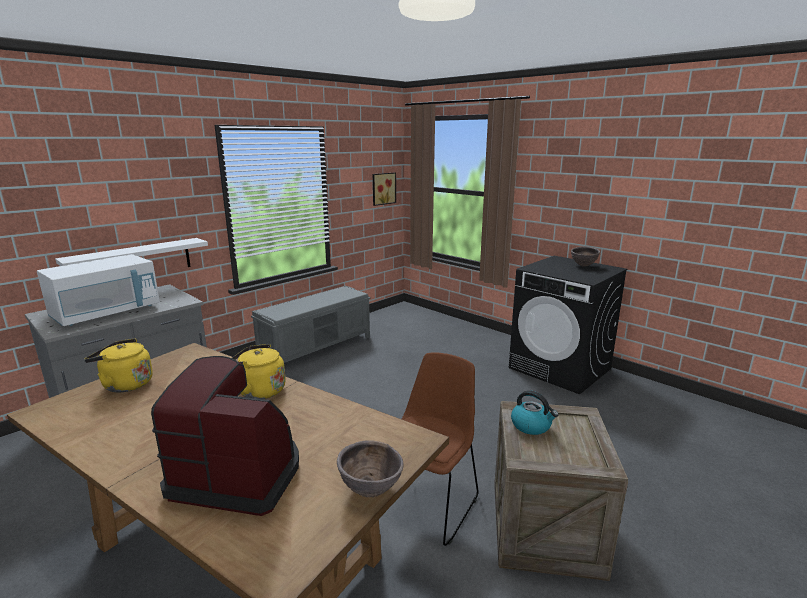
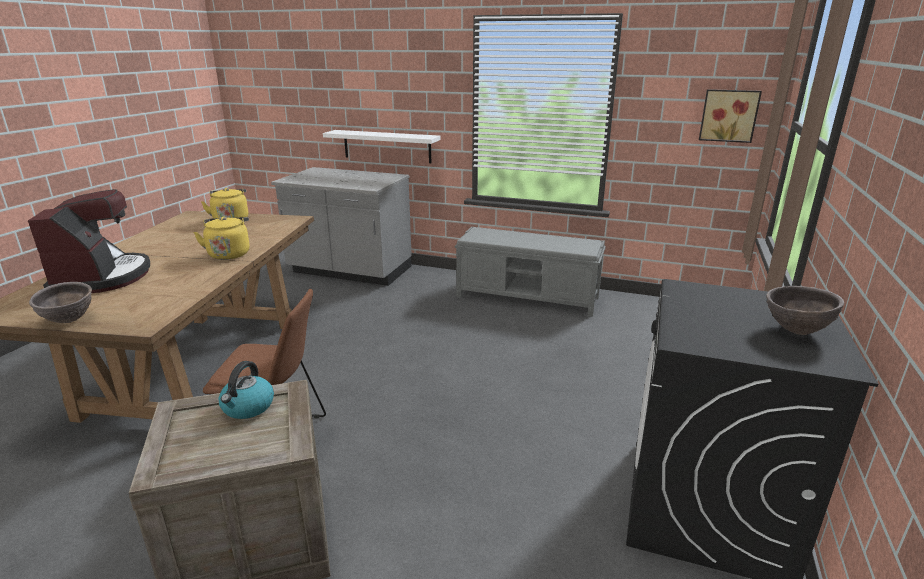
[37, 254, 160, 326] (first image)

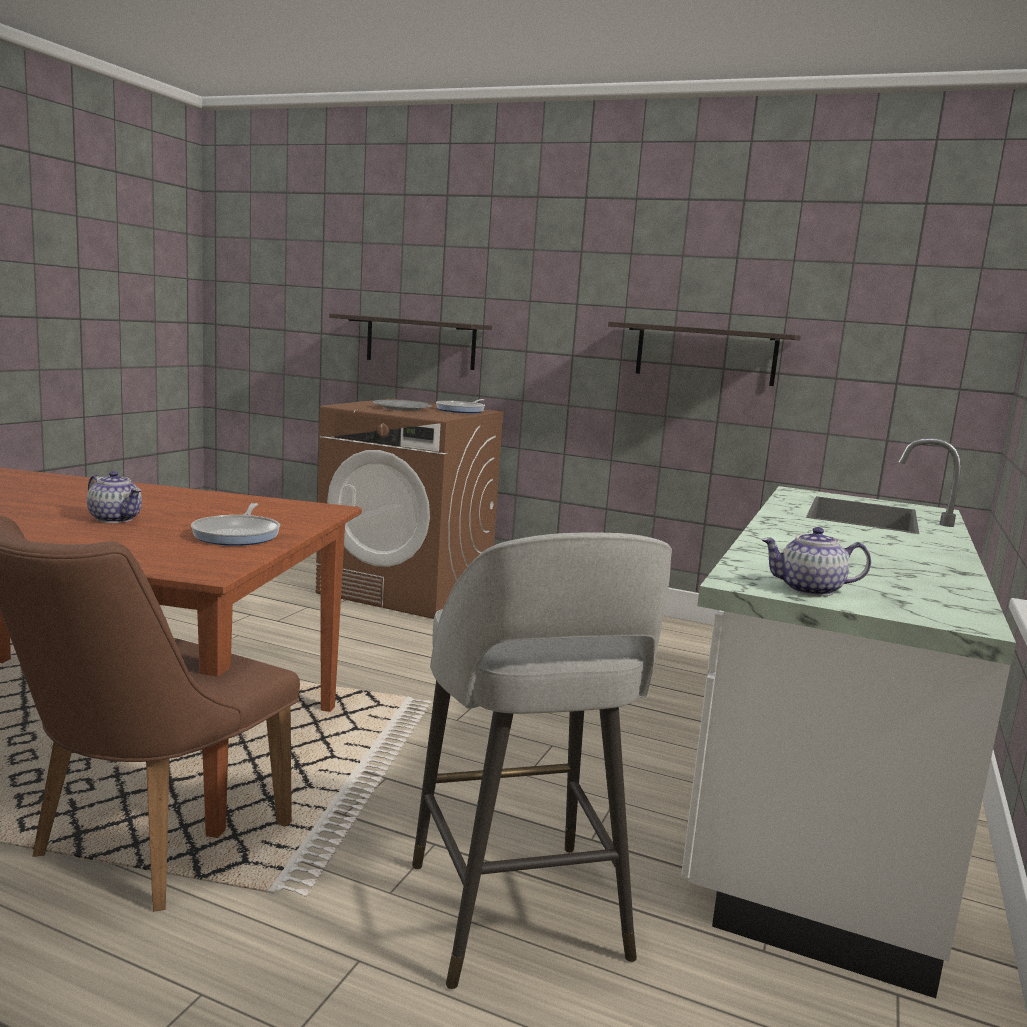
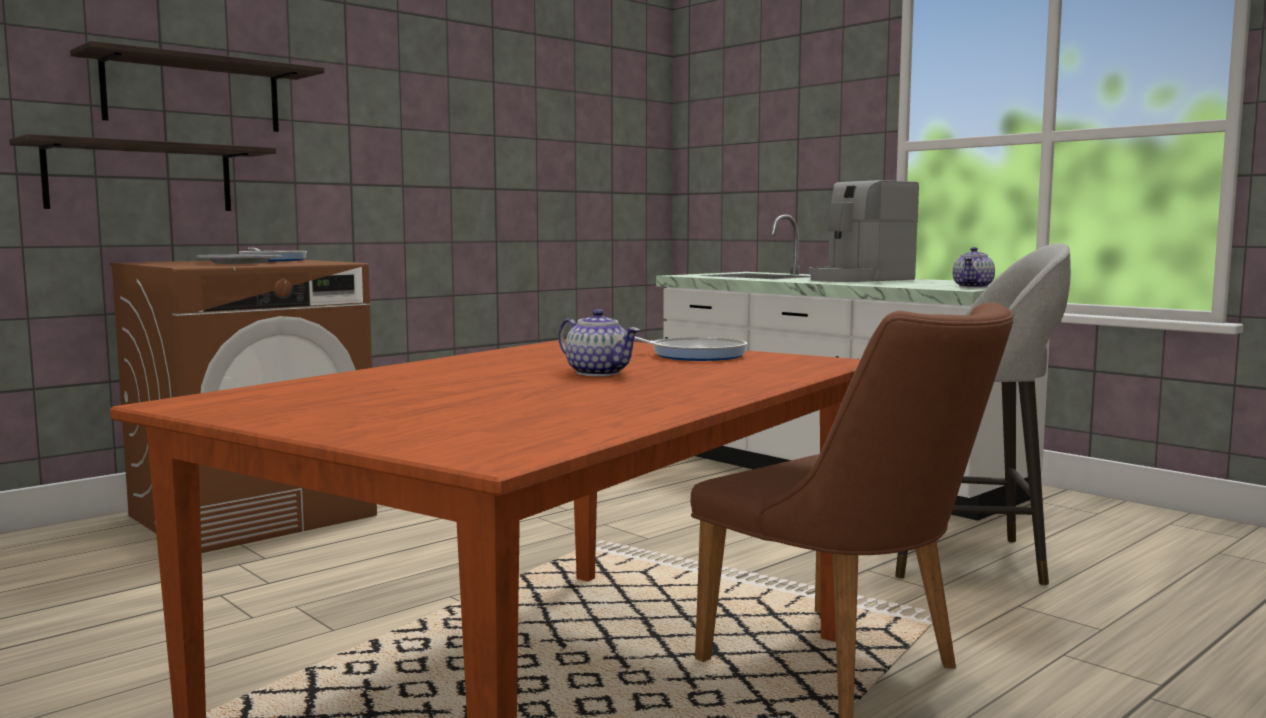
[70, 41, 324, 132]
[558, 309, 640, 376]
[809, 180, 919, 282]

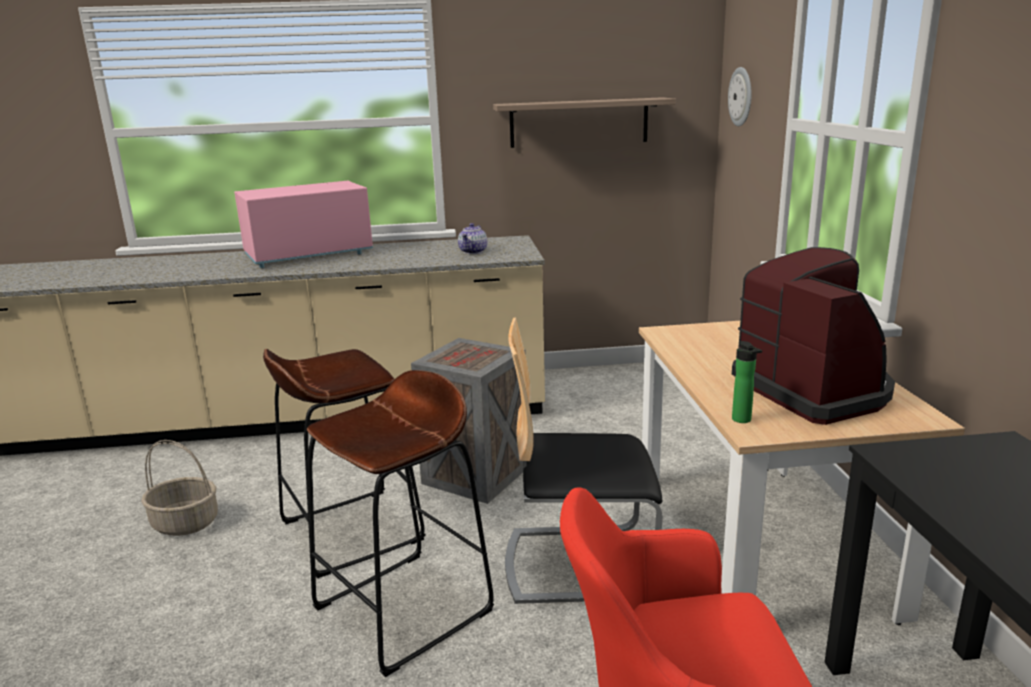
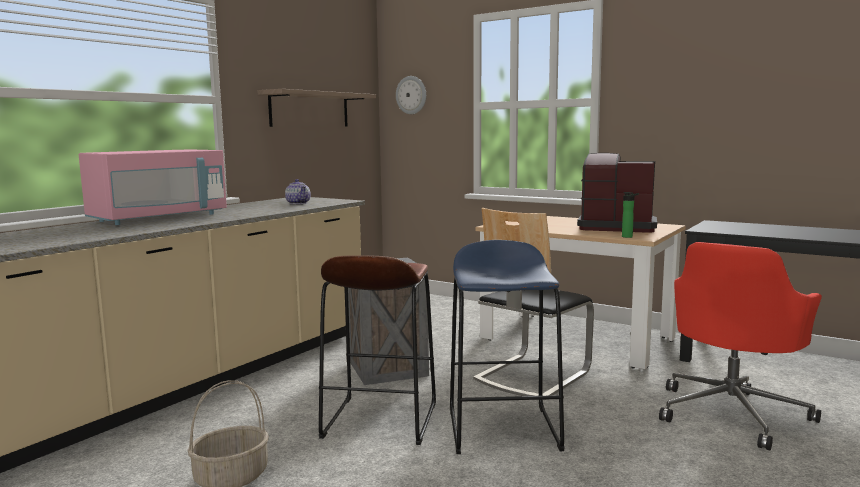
[79, 149, 227, 225]
[450, 240, 565, 454]

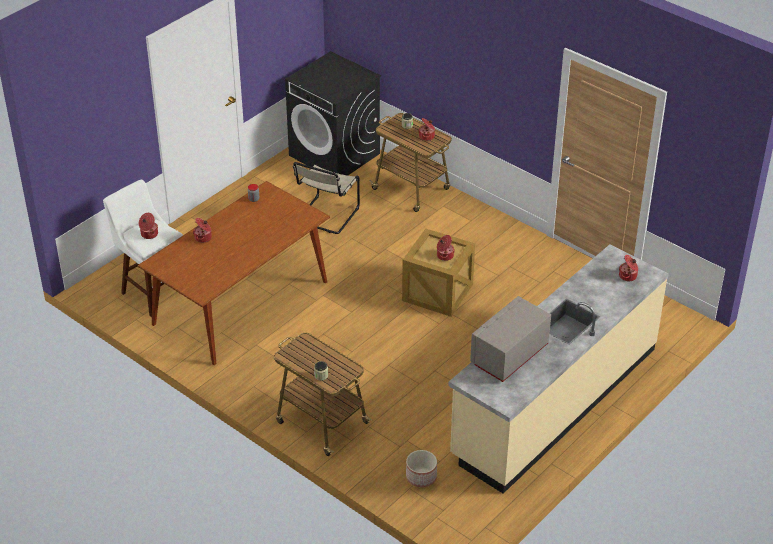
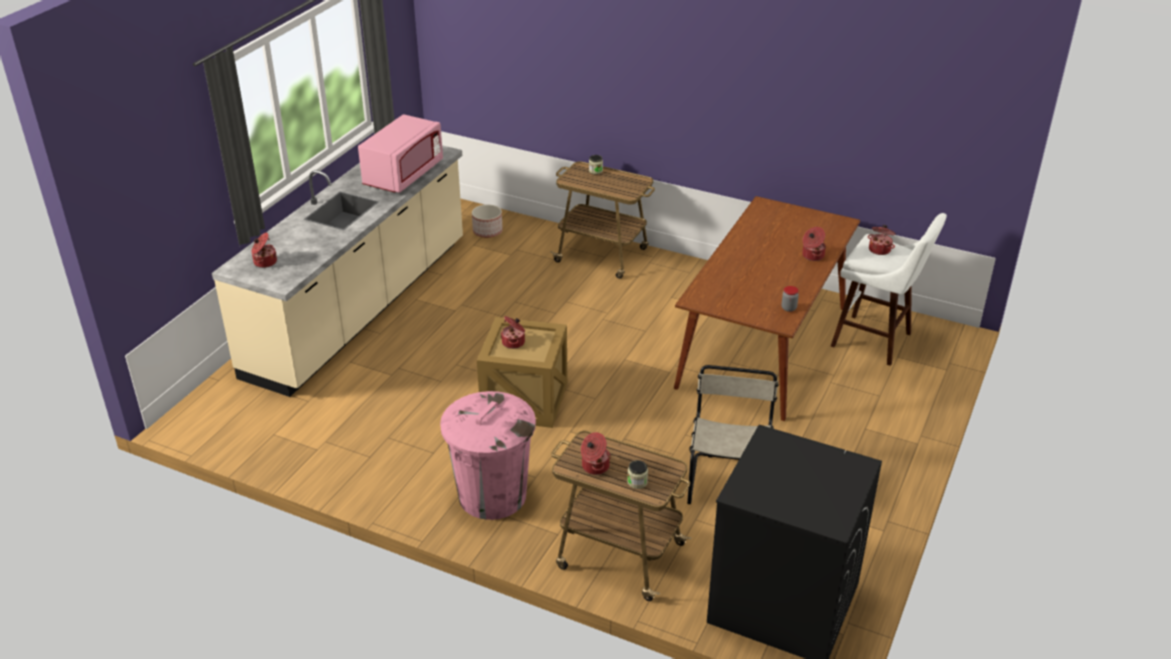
[358, 114, 443, 193]
[440, 391, 536, 520]

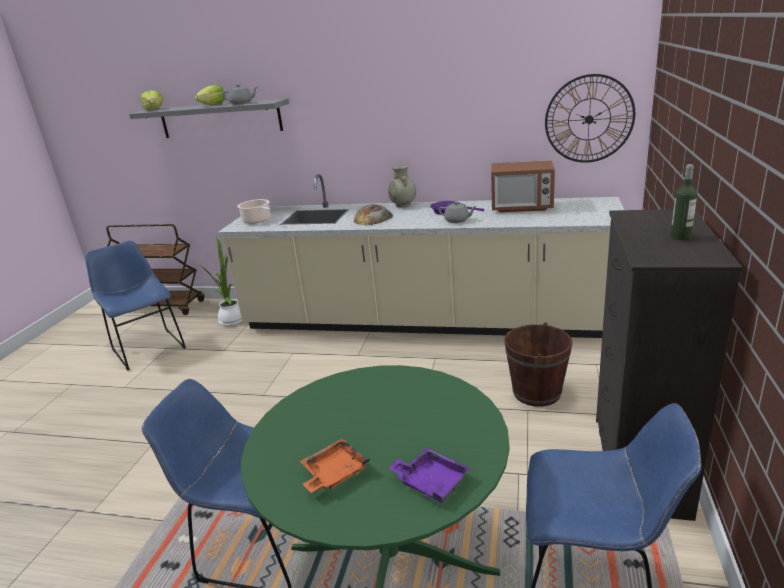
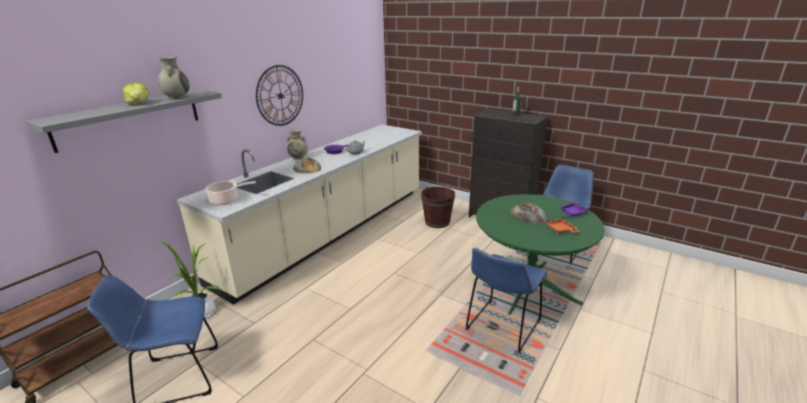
[256, 65, 303, 126]
[158, 57, 190, 100]
[141, 90, 163, 110] (first image)
[491, 160, 555, 212] (first image)
[510, 203, 548, 224]

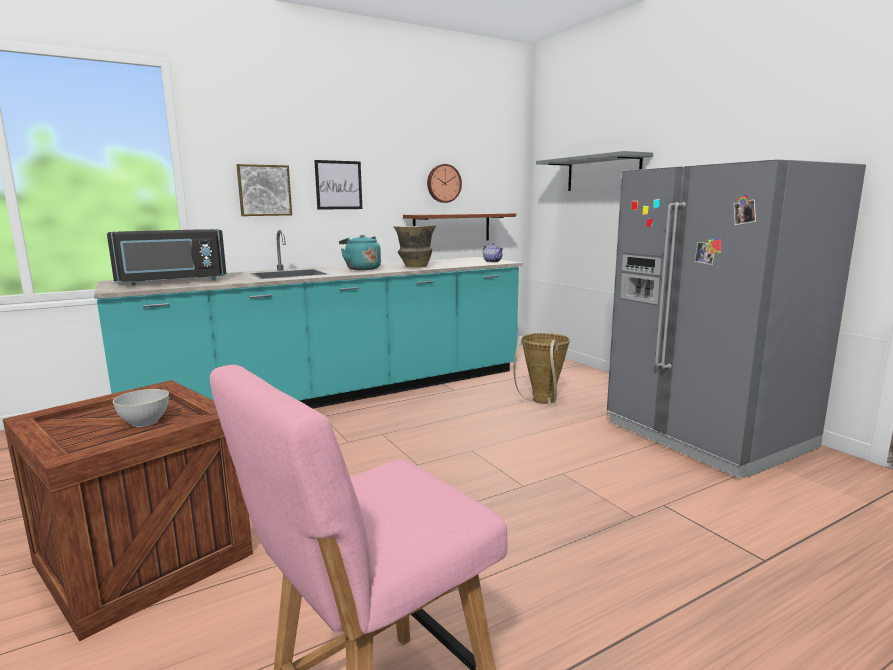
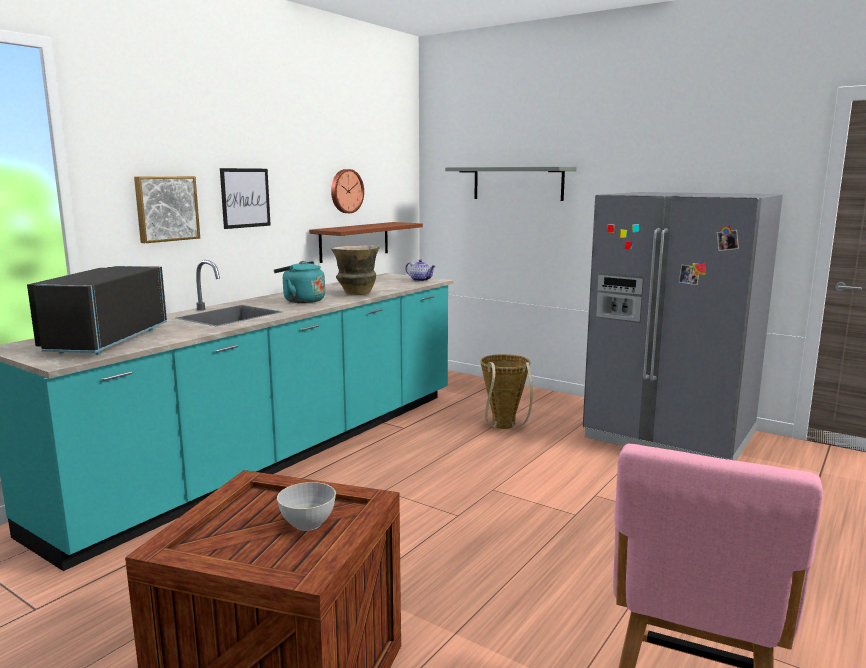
[27, 266, 167, 355]

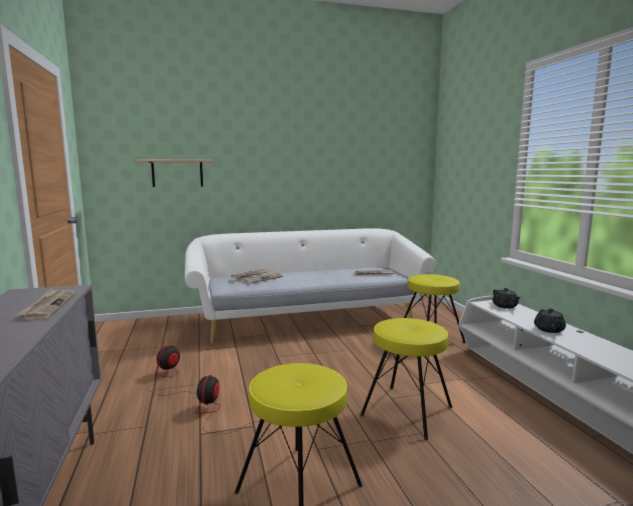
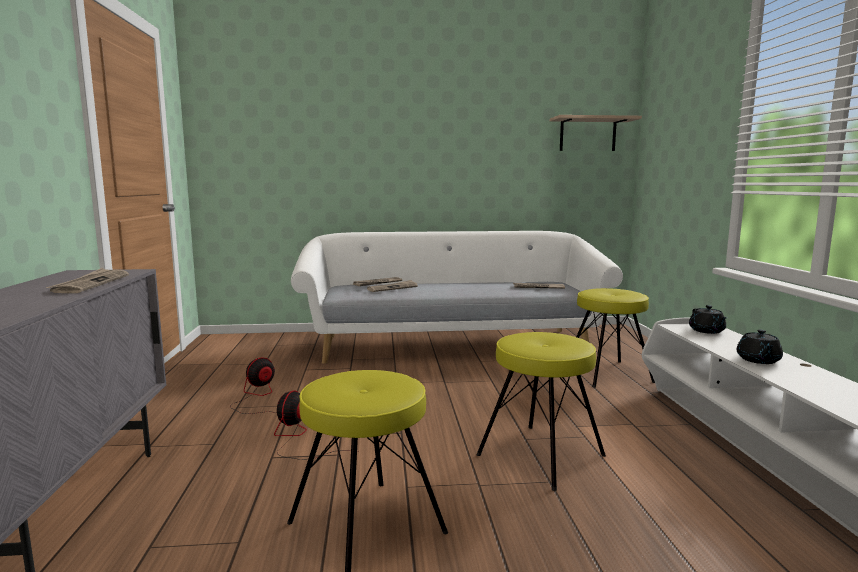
[550, 115, 642, 151]

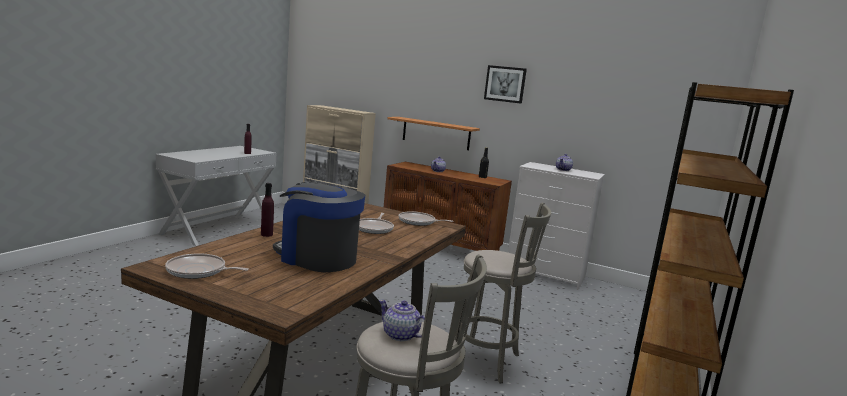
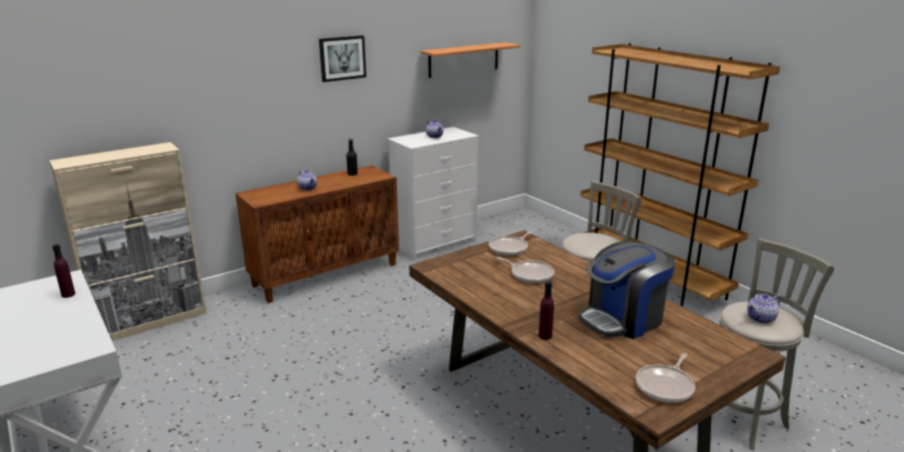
[420, 42, 521, 78]

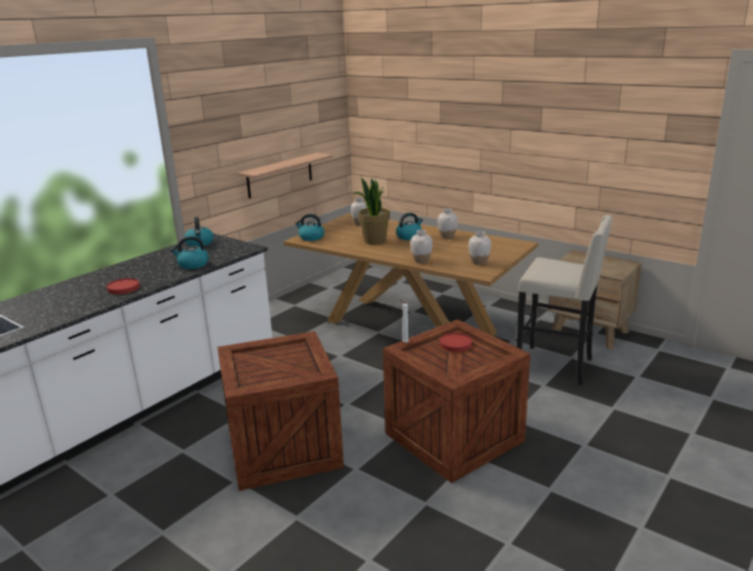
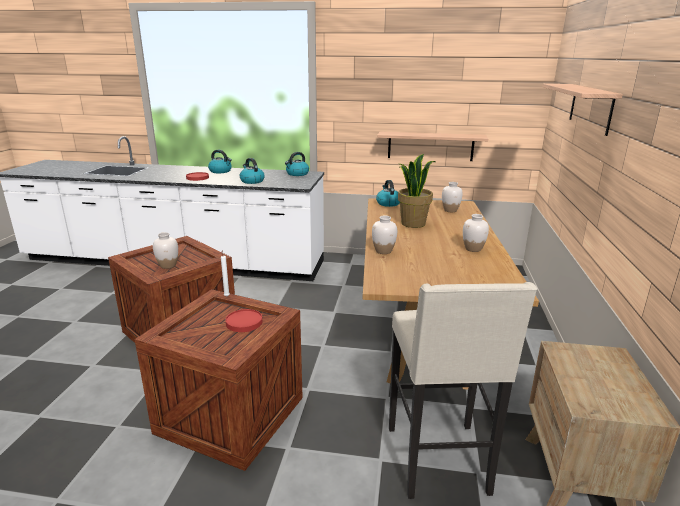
[208, 150, 232, 173]
[153, 232, 178, 269]
[542, 84, 623, 136]

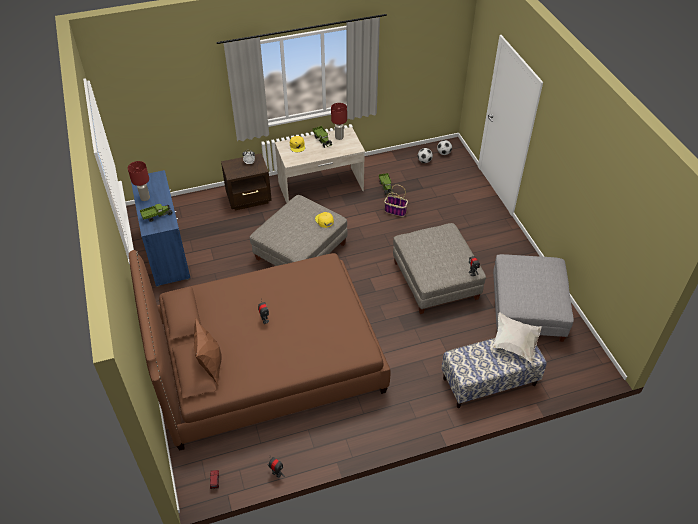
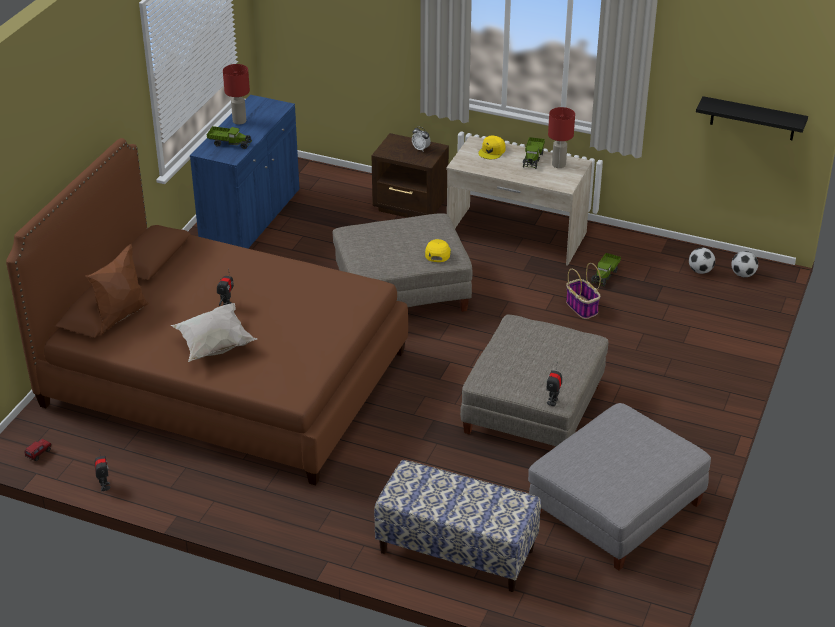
[170, 303, 257, 362]
[696, 96, 808, 140]

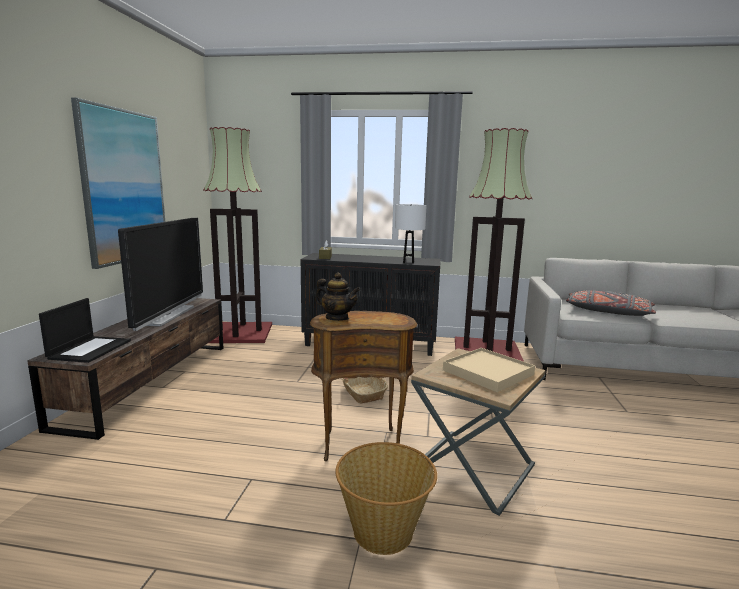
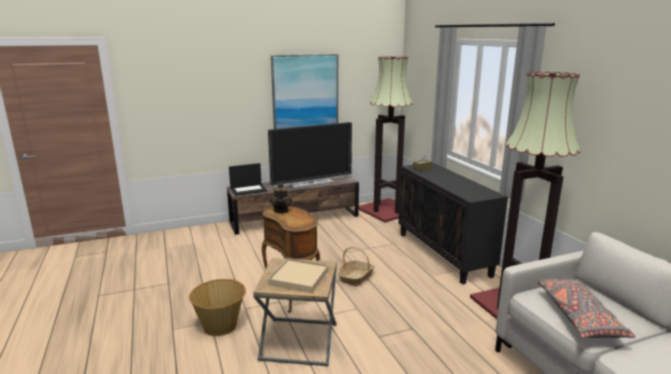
[395, 204, 427, 264] (first image)

